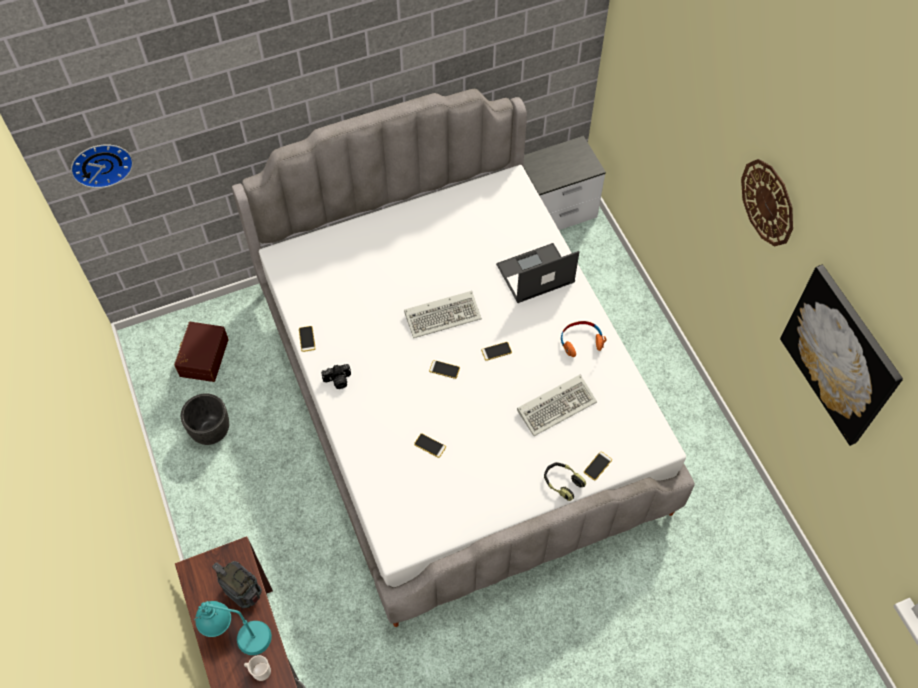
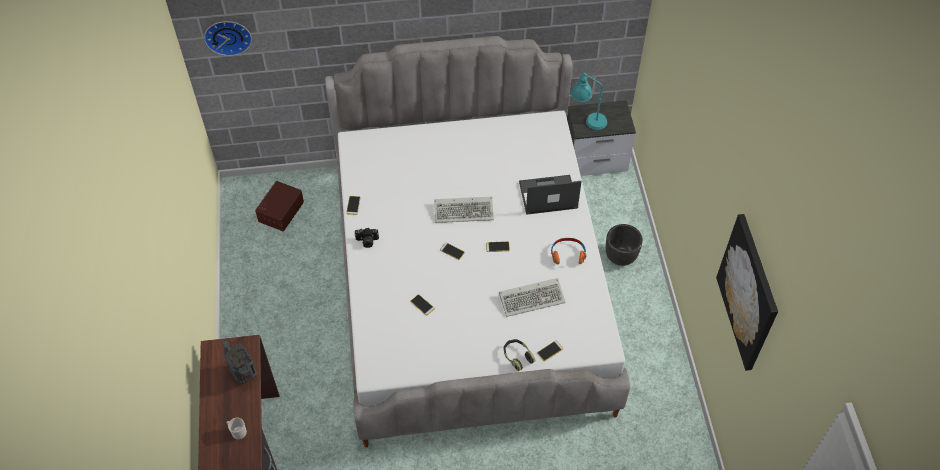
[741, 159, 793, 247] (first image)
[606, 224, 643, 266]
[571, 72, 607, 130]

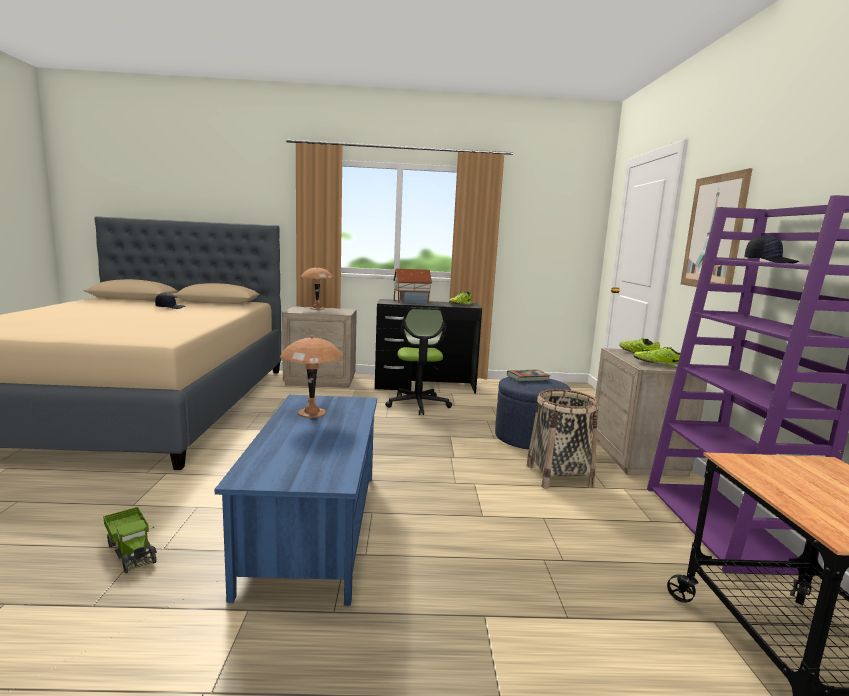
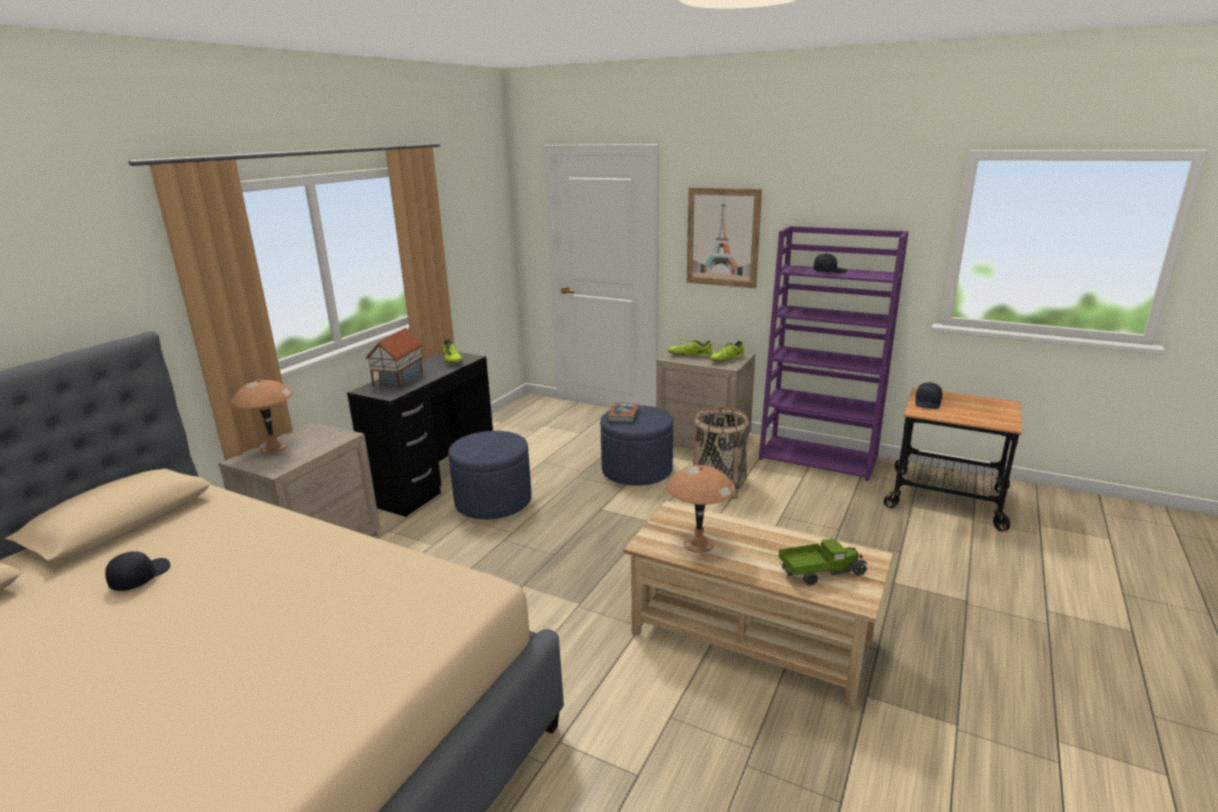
[448, 431, 531, 519]
[624, 500, 893, 708]
[779, 538, 868, 586]
[915, 382, 942, 409]

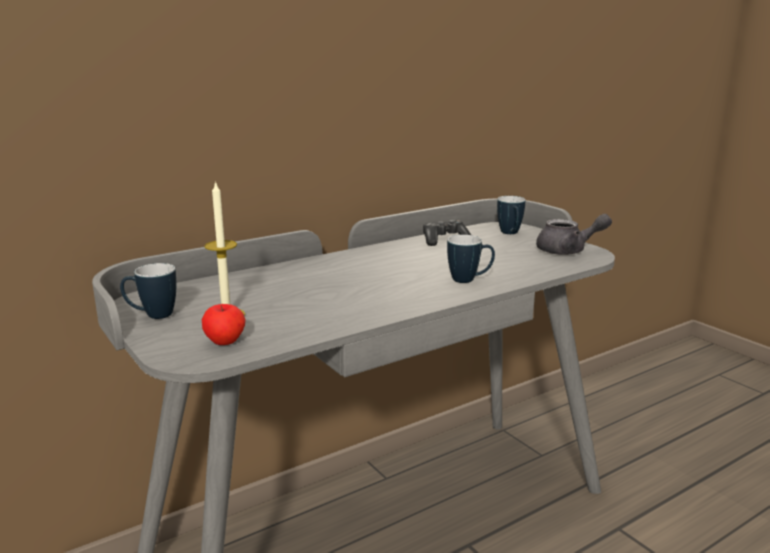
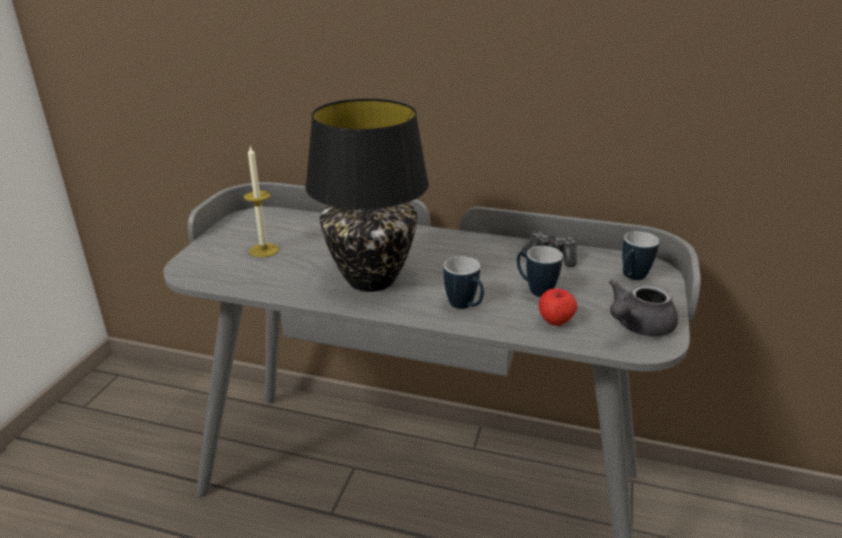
[609, 279, 678, 337]
[517, 246, 563, 297]
[539, 289, 578, 326]
[305, 99, 429, 292]

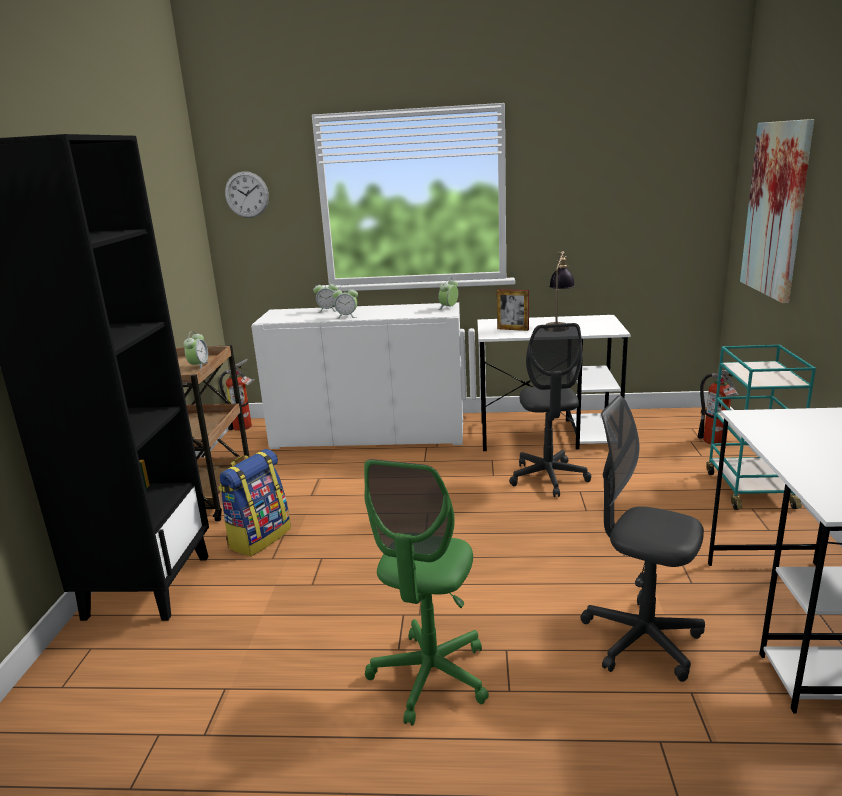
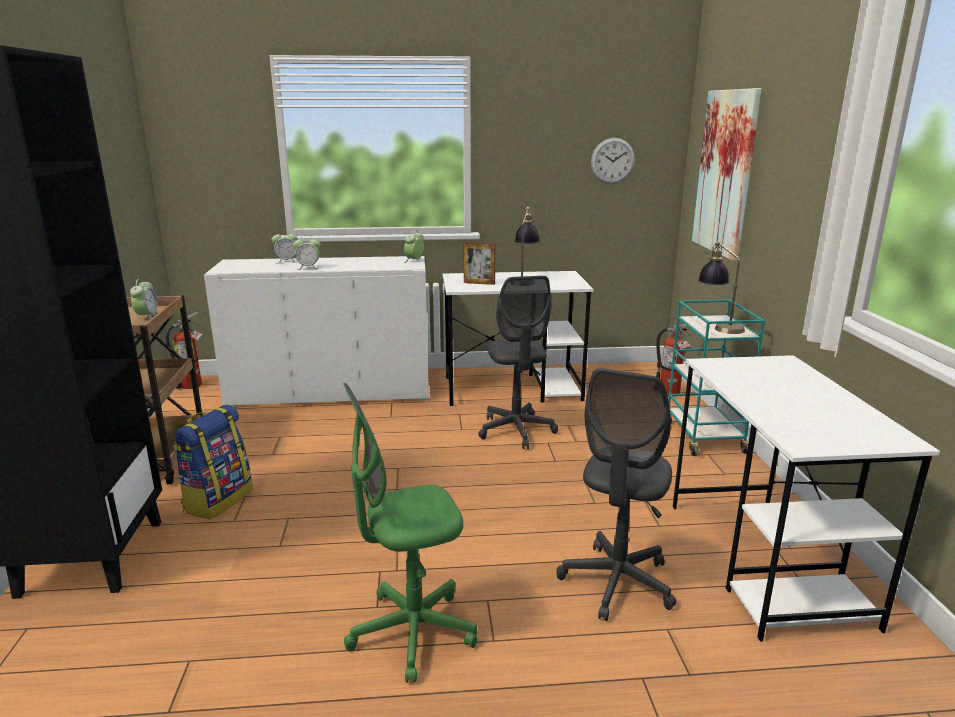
[591, 138, 635, 184]
[556, 368, 676, 621]
[343, 383, 478, 683]
[698, 241, 745, 334]

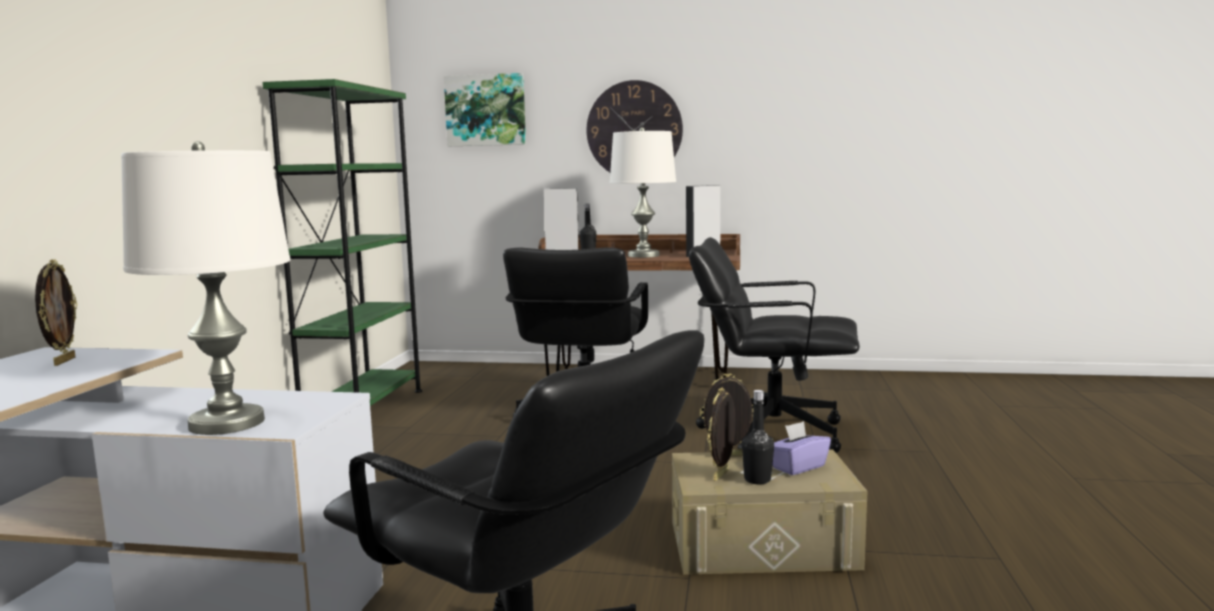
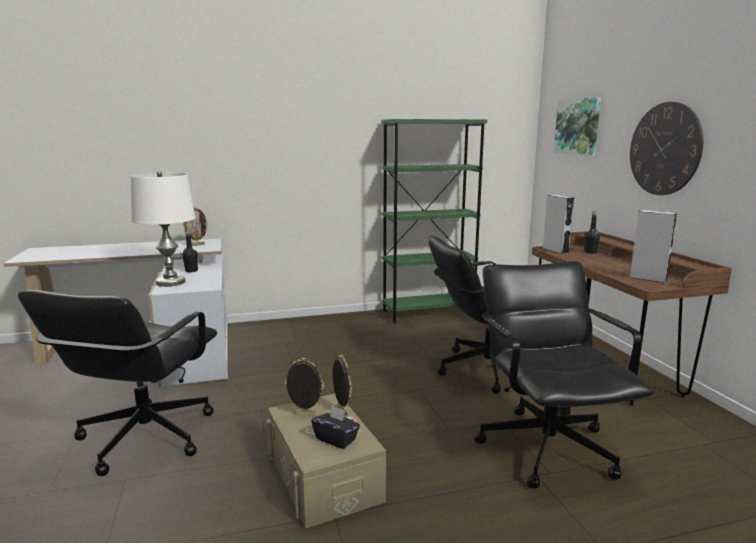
[610, 127, 676, 258] (first image)
[182, 230, 198, 272]
[311, 406, 360, 449]

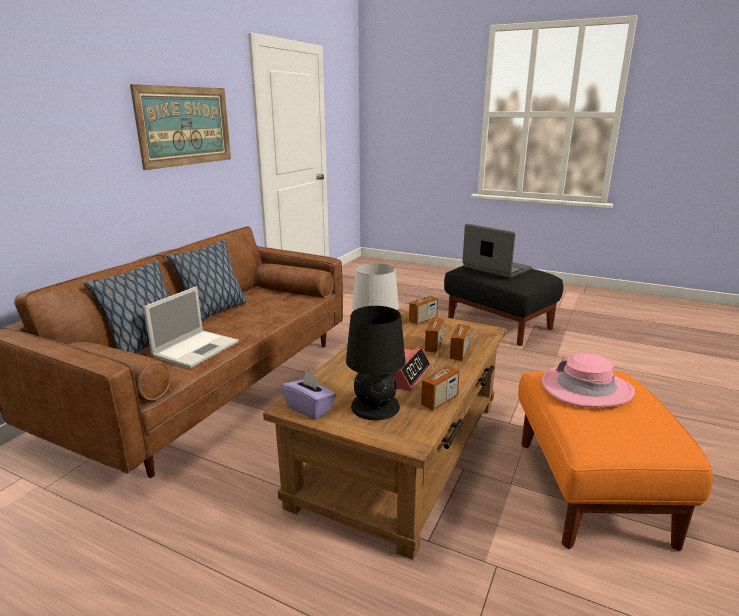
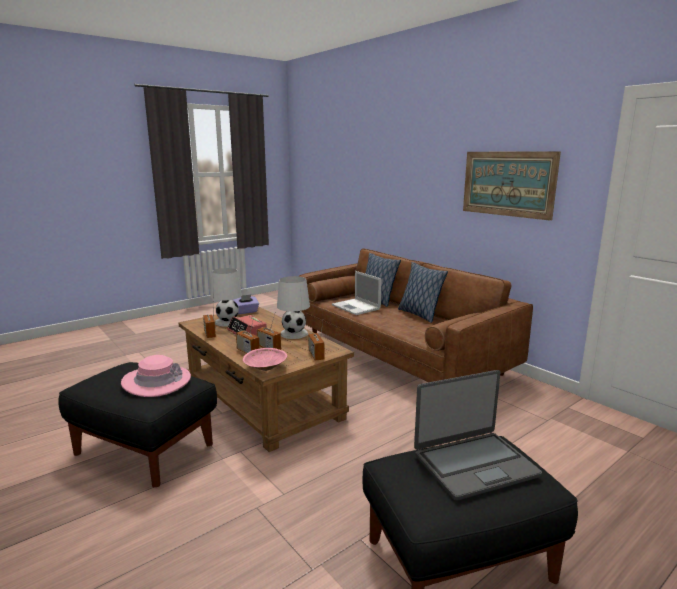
[210, 268, 242, 327]
[58, 362, 217, 487]
[243, 348, 287, 371]

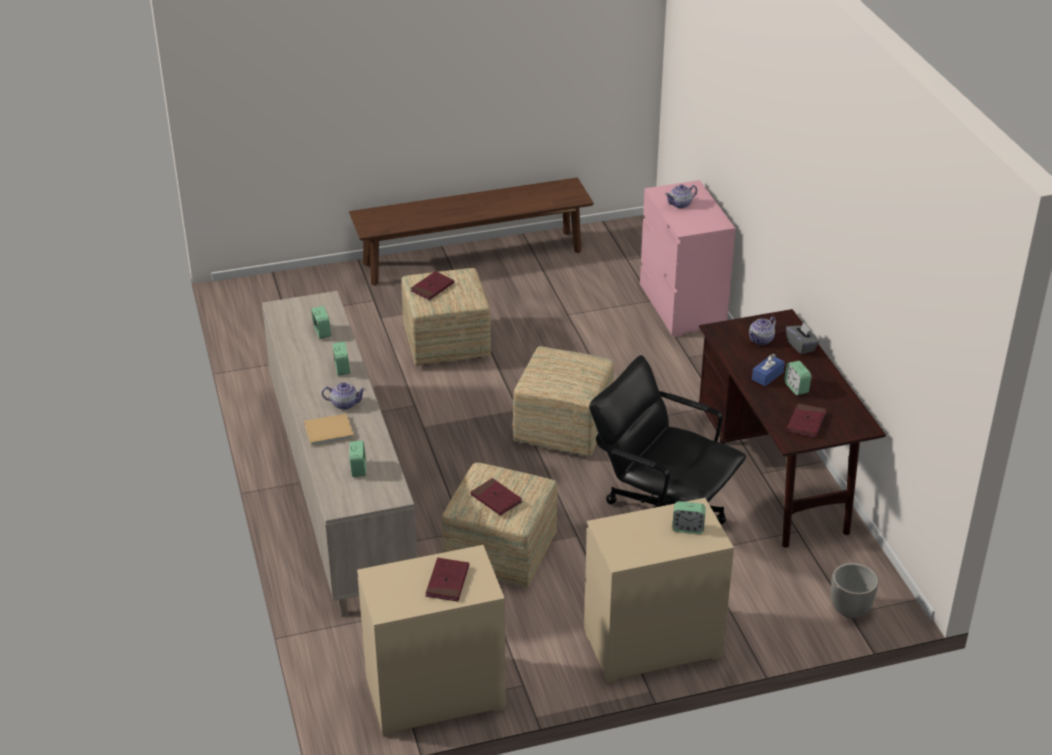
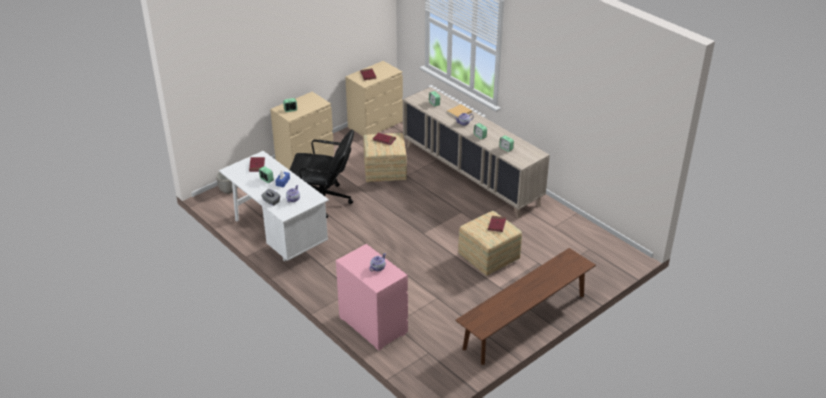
[219, 151, 329, 261]
[513, 346, 614, 457] (first image)

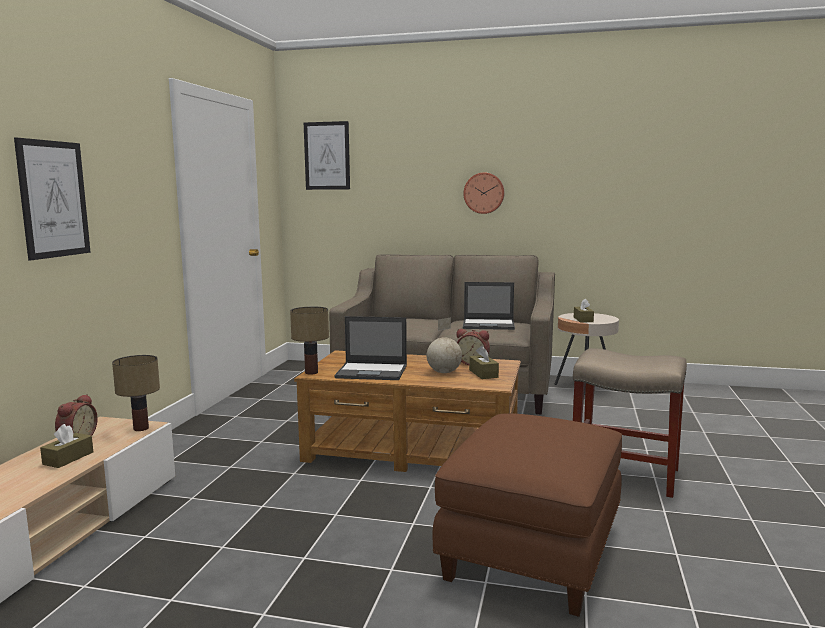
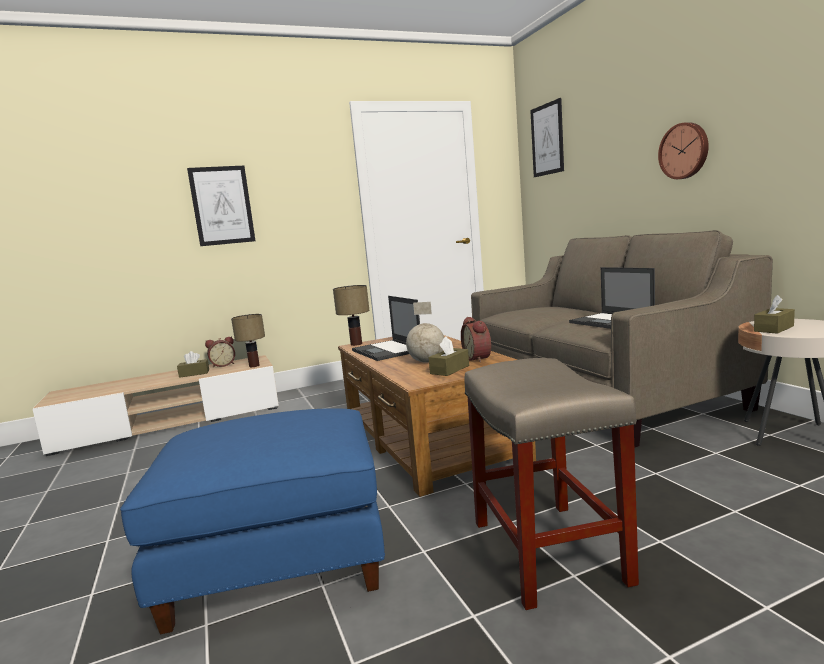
[120, 408, 385, 634]

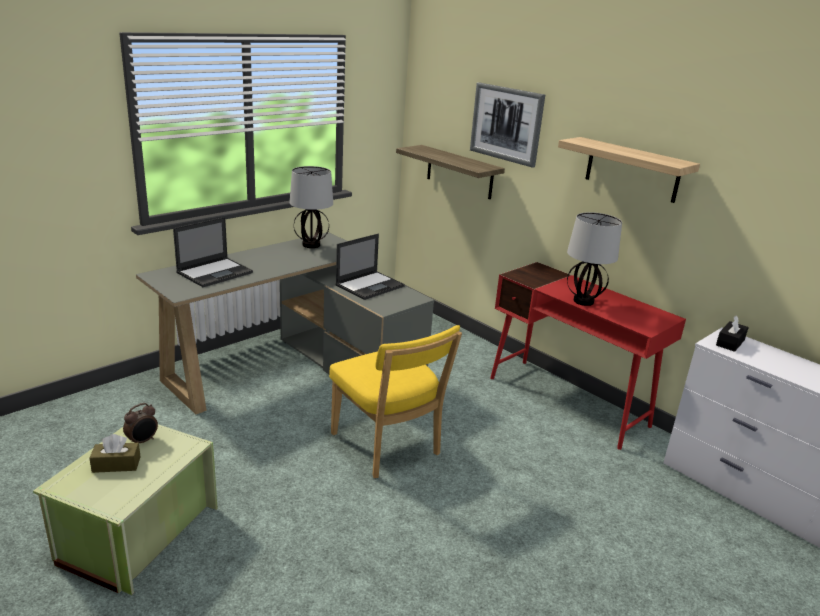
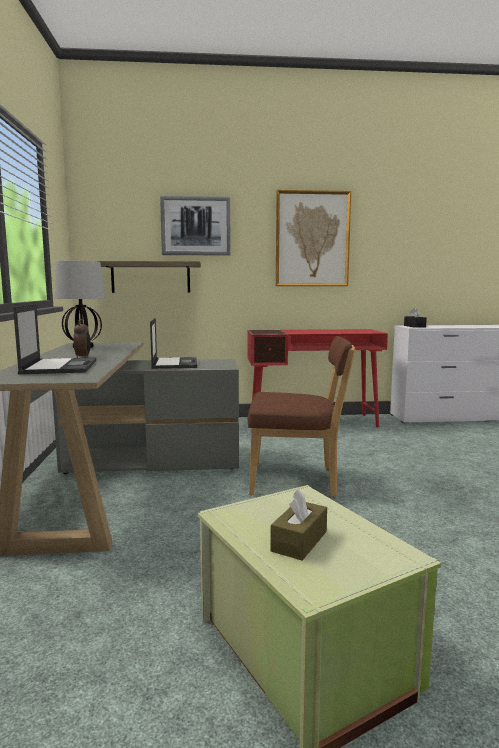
[276, 190, 351, 286]
[567, 212, 622, 306] (first image)
[248, 336, 355, 497]
[73, 319, 91, 358]

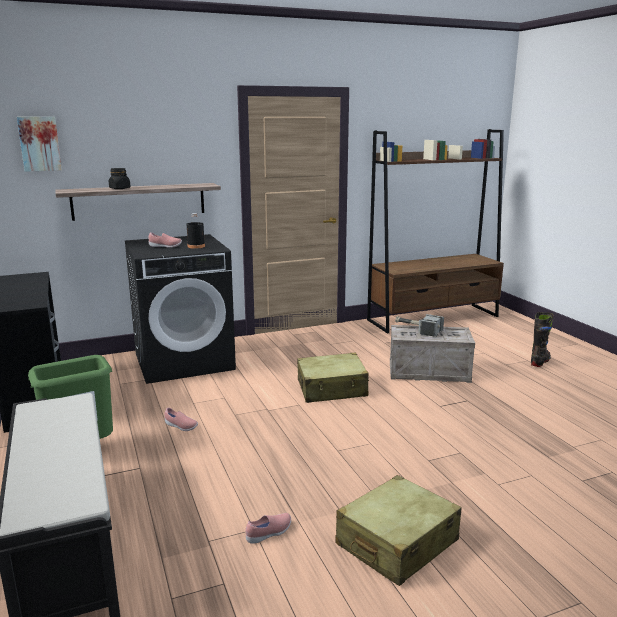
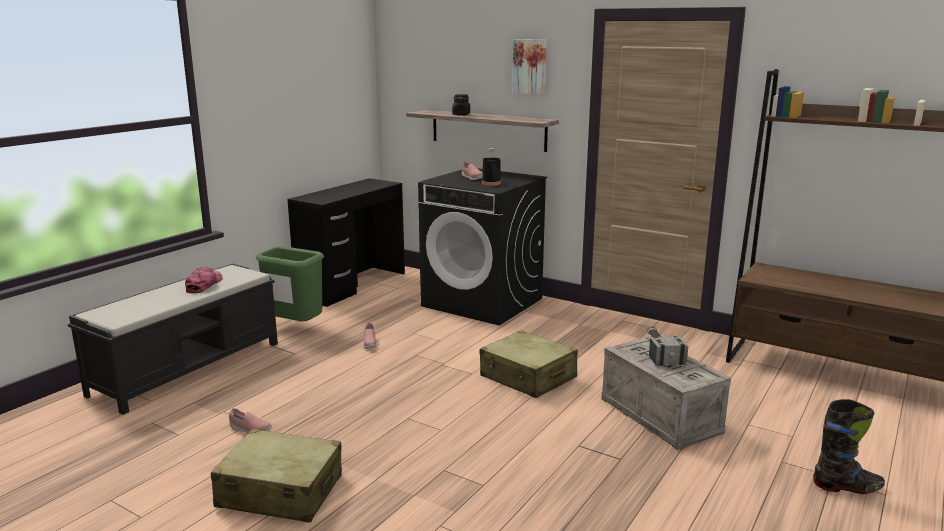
[513, 39, 547, 95]
[185, 267, 223, 293]

